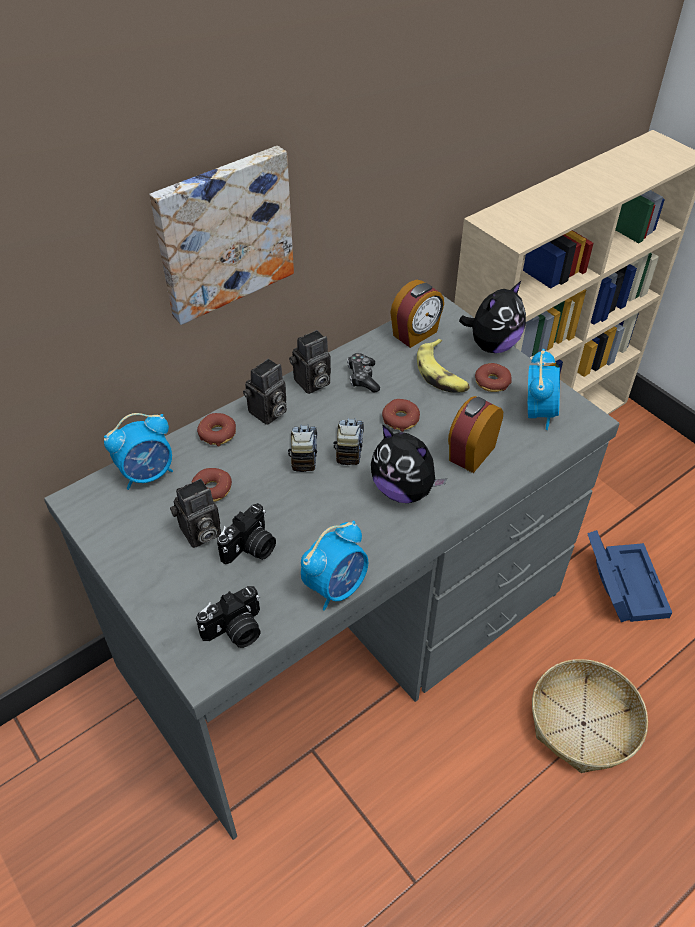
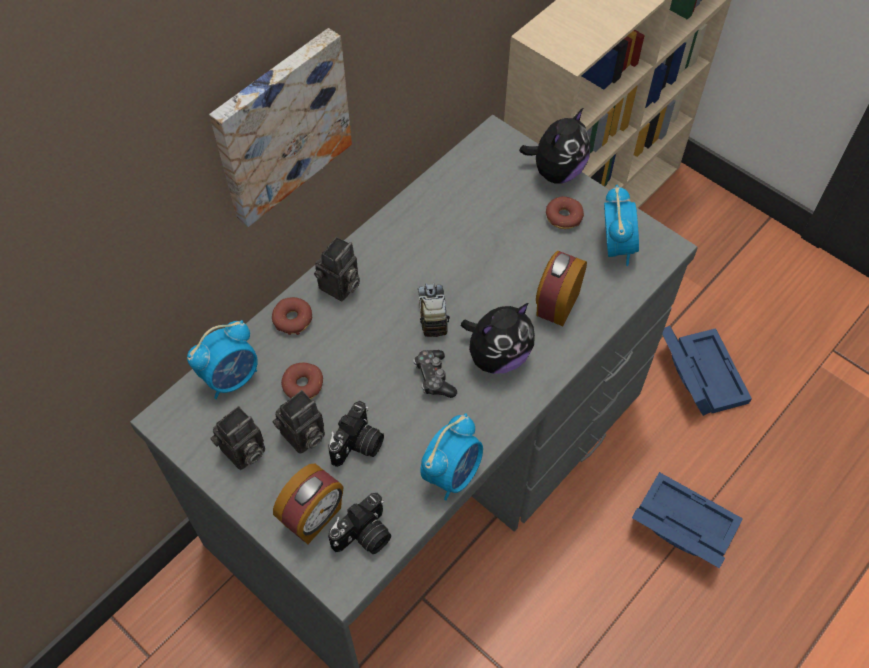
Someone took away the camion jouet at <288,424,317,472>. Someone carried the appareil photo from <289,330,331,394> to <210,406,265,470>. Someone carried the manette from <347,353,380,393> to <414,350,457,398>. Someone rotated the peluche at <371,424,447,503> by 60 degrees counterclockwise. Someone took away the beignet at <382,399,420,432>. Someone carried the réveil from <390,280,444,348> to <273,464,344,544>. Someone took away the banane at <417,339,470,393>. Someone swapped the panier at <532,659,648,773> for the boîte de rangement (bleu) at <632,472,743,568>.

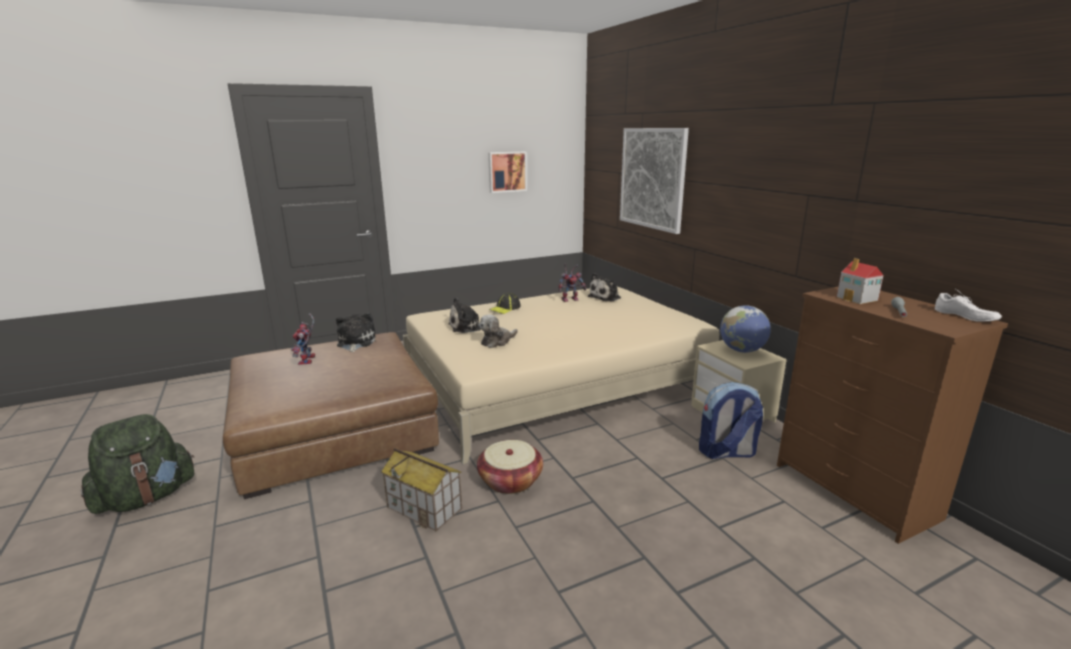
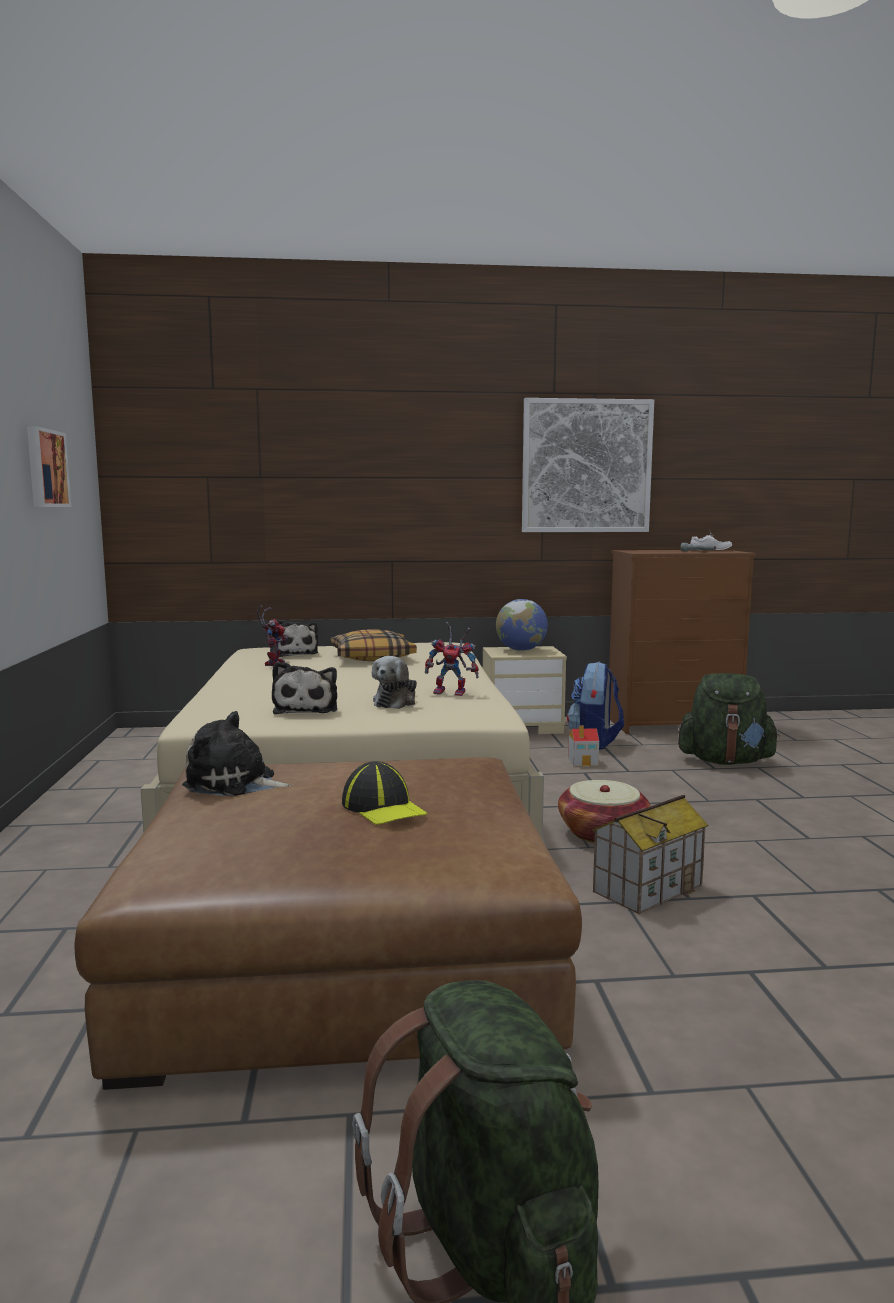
Someone carried the robot jouet from <291,313,315,365> to <425,622,479,696>. Someone rotated the peluche at <480,314,518,348> by 45 degrees clockwise. Someone carried the casquette from <489,292,521,314> to <342,761,428,825>. Someone carried the tableau from <620,128,689,234> to <522,398,654,532>. Someone carried the maison miniature from <837,258,884,304> to <568,725,599,766>. Someone put down the coussin at <330,629,417,661>. Someone put down the sac à dos (vert) at <678,673,780,765>.

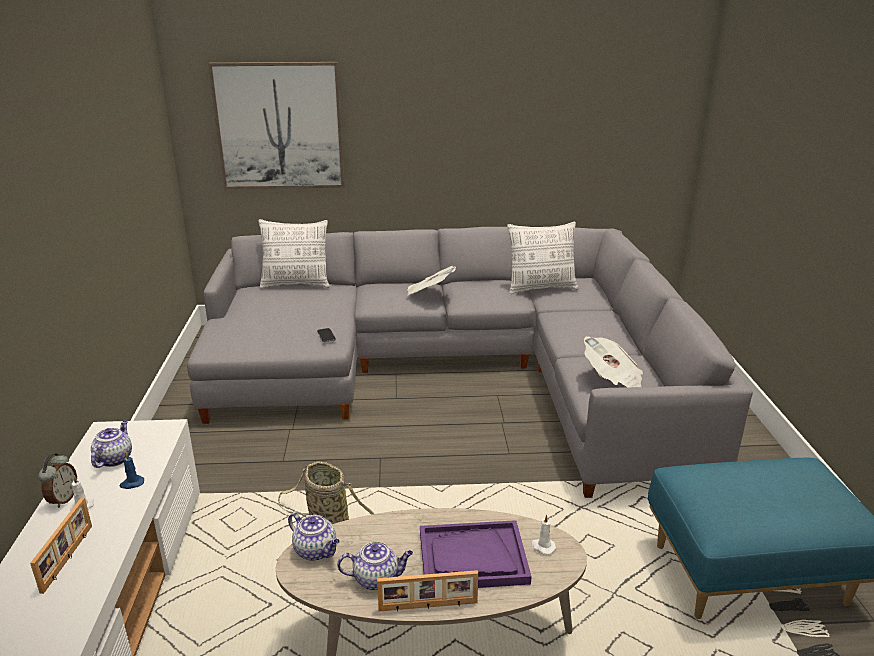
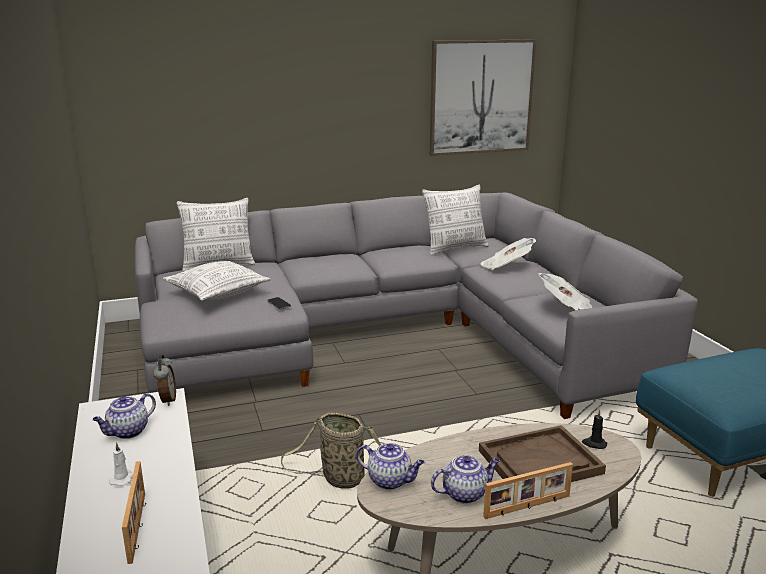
Someone carried the réveil from <38,453,77,508> to <153,355,176,406>. Someone rotated the théière at <91,421,132,468> by 135 degrees counterclockwise. Someone took away the bougie (bleu) at <120,452,144,489>. Someone carried the tableau from <208,62,344,189> to <430,39,536,156>. Someone carried the journal from <407,266,456,296> to <481,238,536,270>. Someone repainted the plateau (violet) at <420,520,532,588>, which became the plateau (marron) at <479,425,606,482>. Someone repainted the bougie (blanc) at <531,514,556,555>, which became the bougie (noir) at <582,410,607,449>. Someone put down the coussin at <163,261,271,301>.

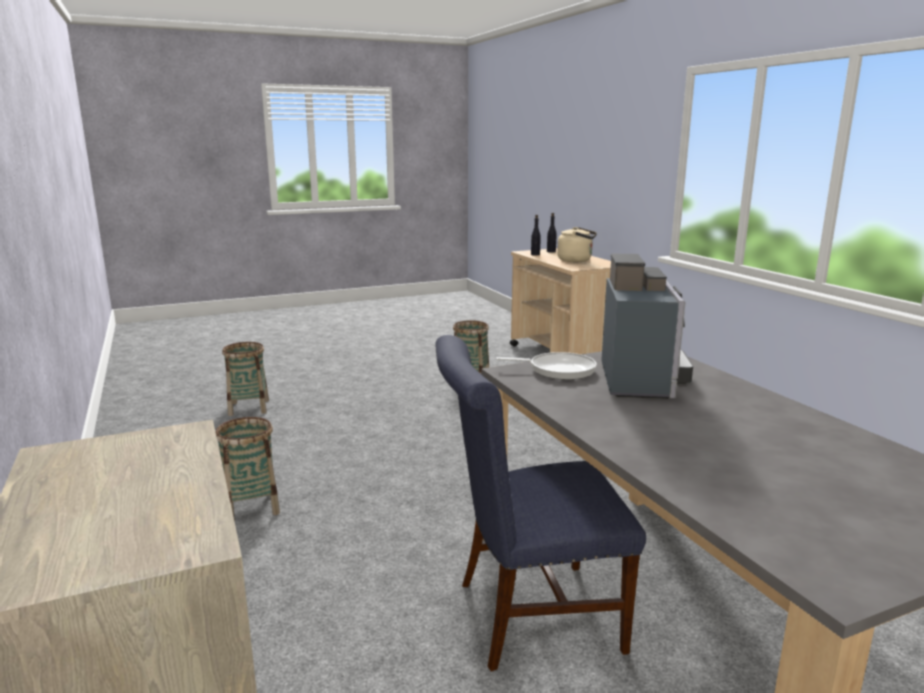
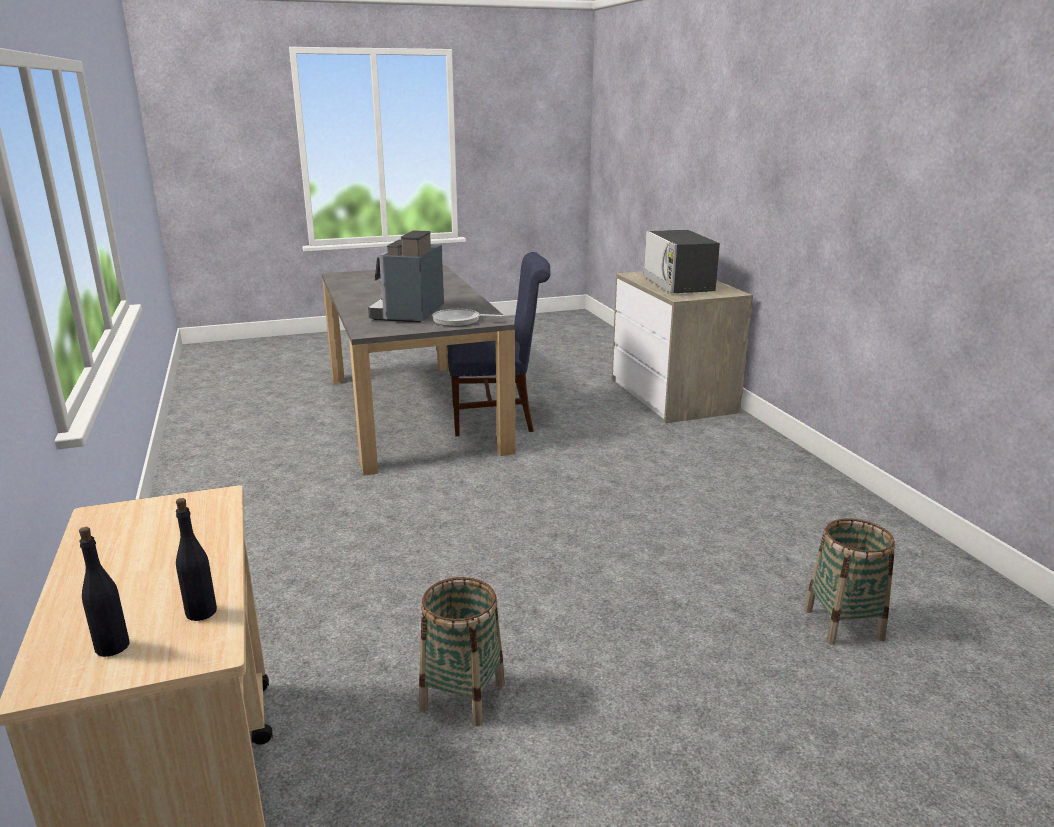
Someone took away the panier at <216,417,280,521>. Someone took away the bouilloire (beige) at <557,227,597,262>. Someone put down the micro-ondes at <643,230,720,294>.

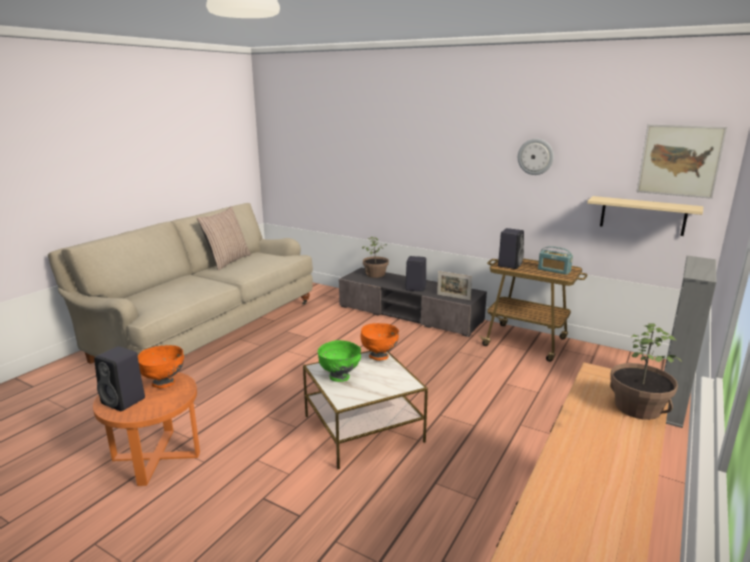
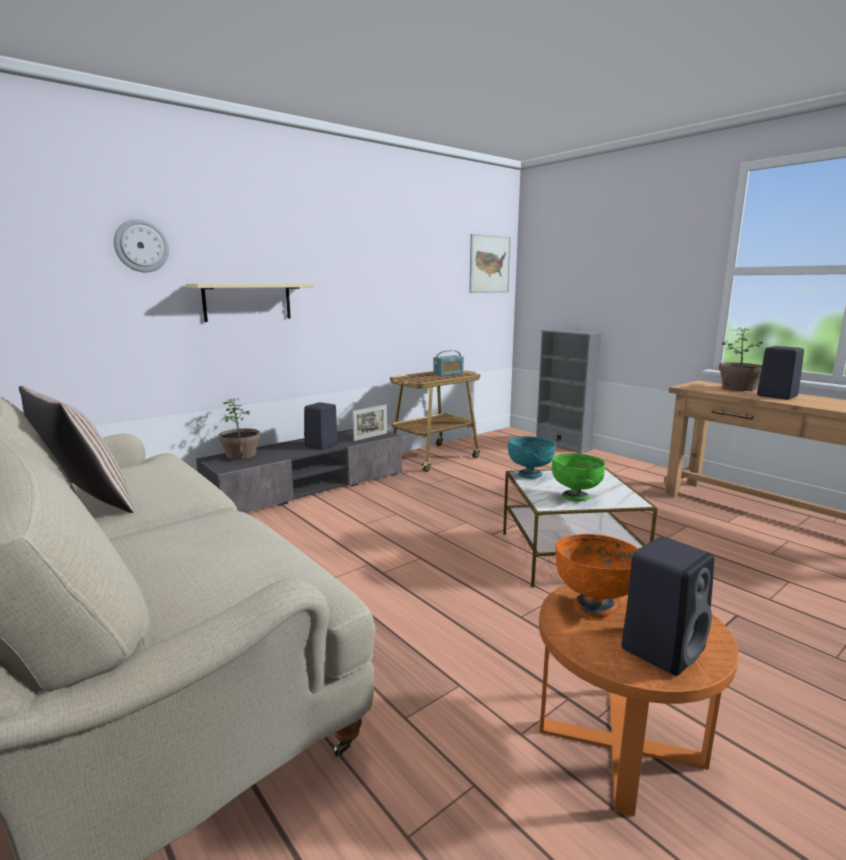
Someone repainted the bol (orange) at <360,323,399,361>, which became the bol (turquoise) at <508,436,556,479>. Someone carried the enceinte (noir) from <498,228,524,269> to <757,346,804,400>. Someone carried the horloge murale from <518,139,554,175> to <114,219,169,272>. Someone carried the étagère (beige) from <587,196,703,236> to <186,284,314,322>.

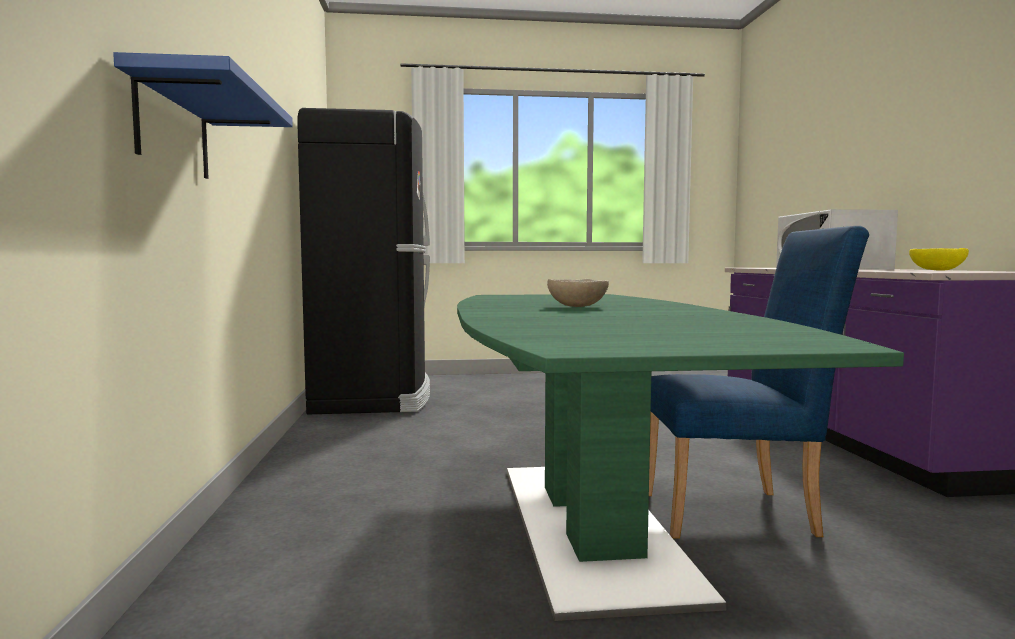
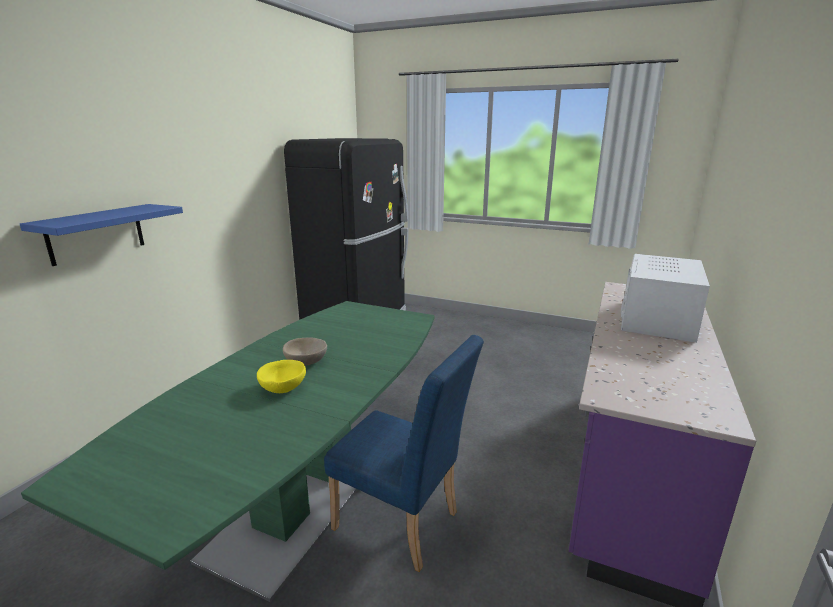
Someone carried the bol (jaune) from <909,248,969,271> to <257,360,306,393>.

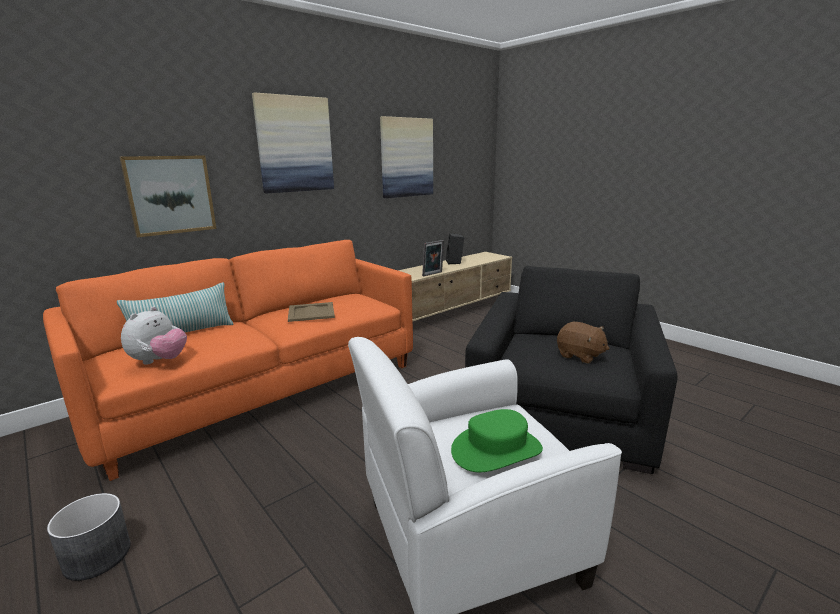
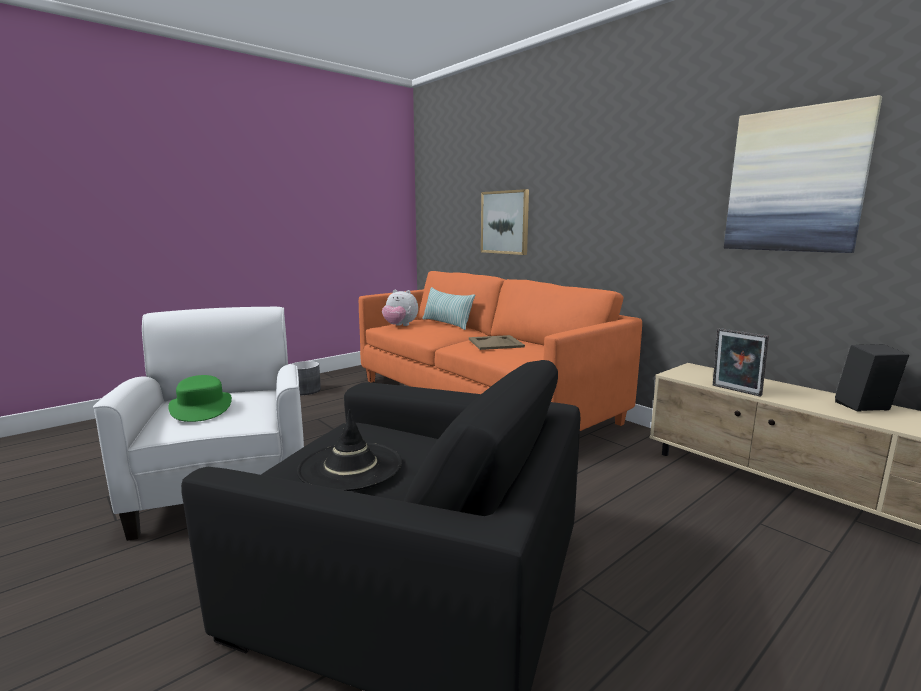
Someone took away the tableau at <252,92,334,193>. Someone swapped the peluche (marron) at <557,322,610,364> for the chapeau (noir) at <297,408,402,491>.

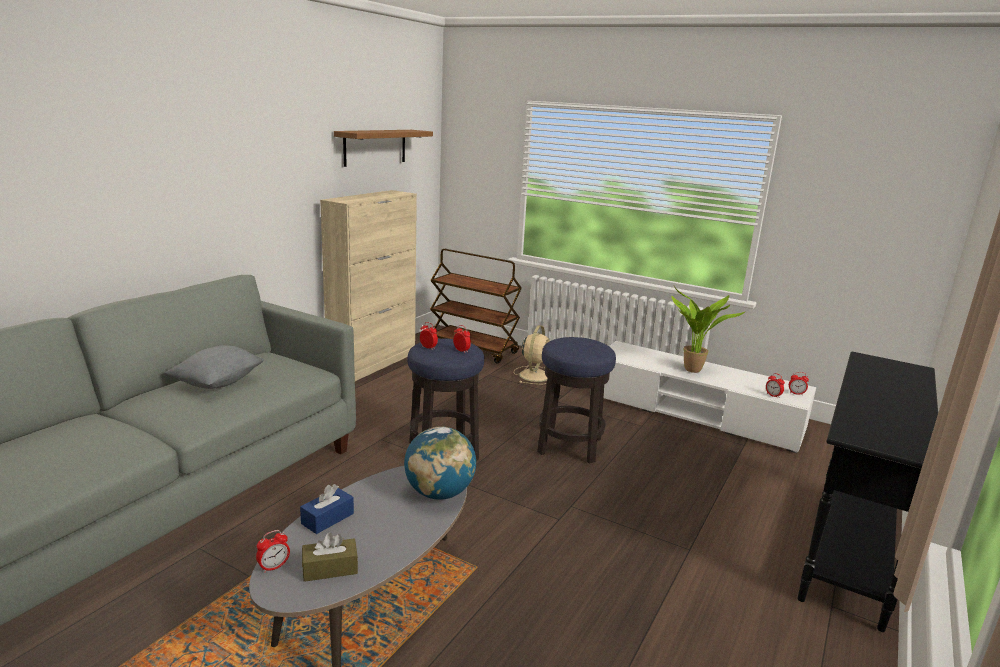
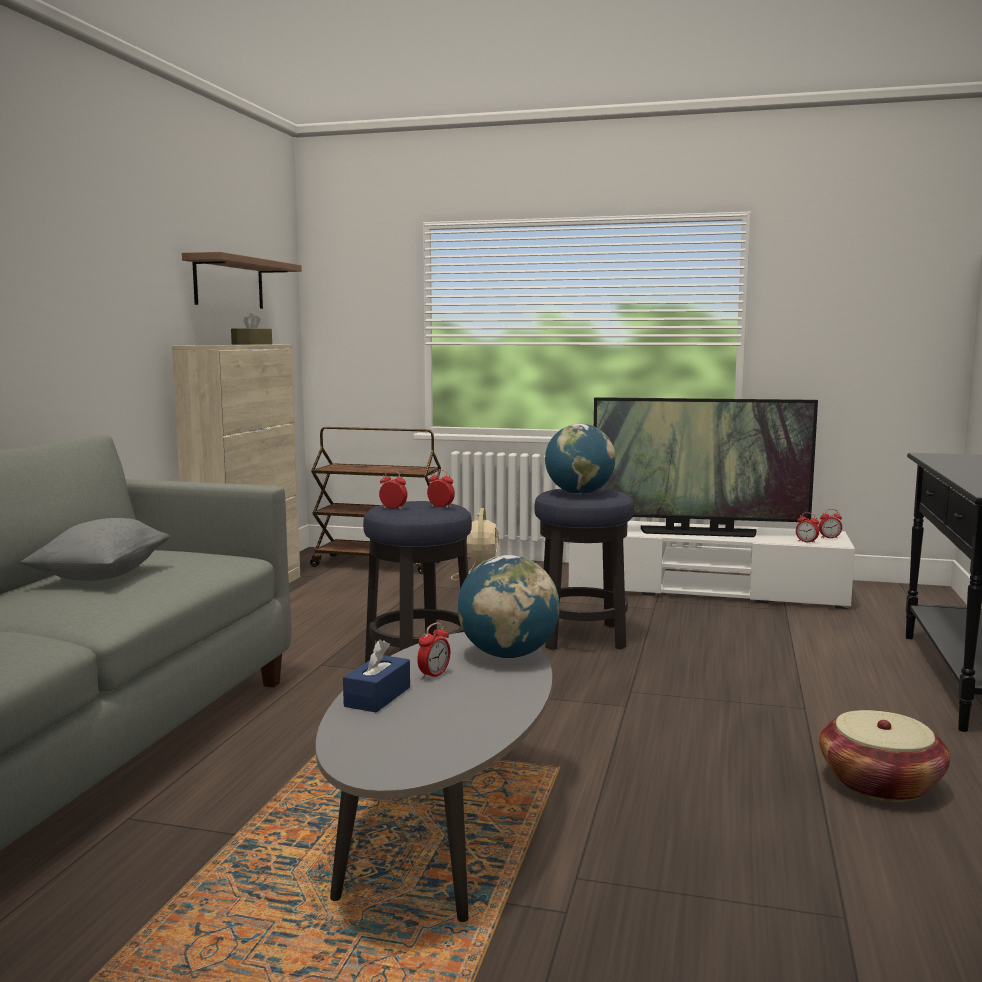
Someone carried the réveil from <256,530,290,573> to <417,622,450,680>. Someone carried the boîte à mouchoirs (marron) from <302,533,358,582> to <231,313,272,345>. Someone swapped the plante en pot at <671,286,745,373> for the téléviseur at <594,397,818,537>. Someone put down the globe at <545,424,616,494>. Someone put down the panier at <819,710,950,802>.

